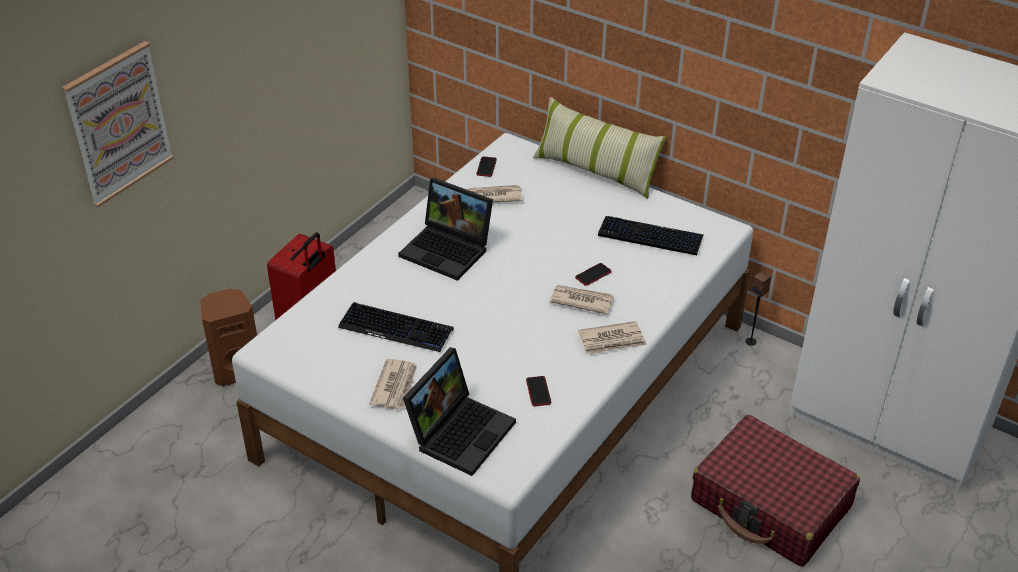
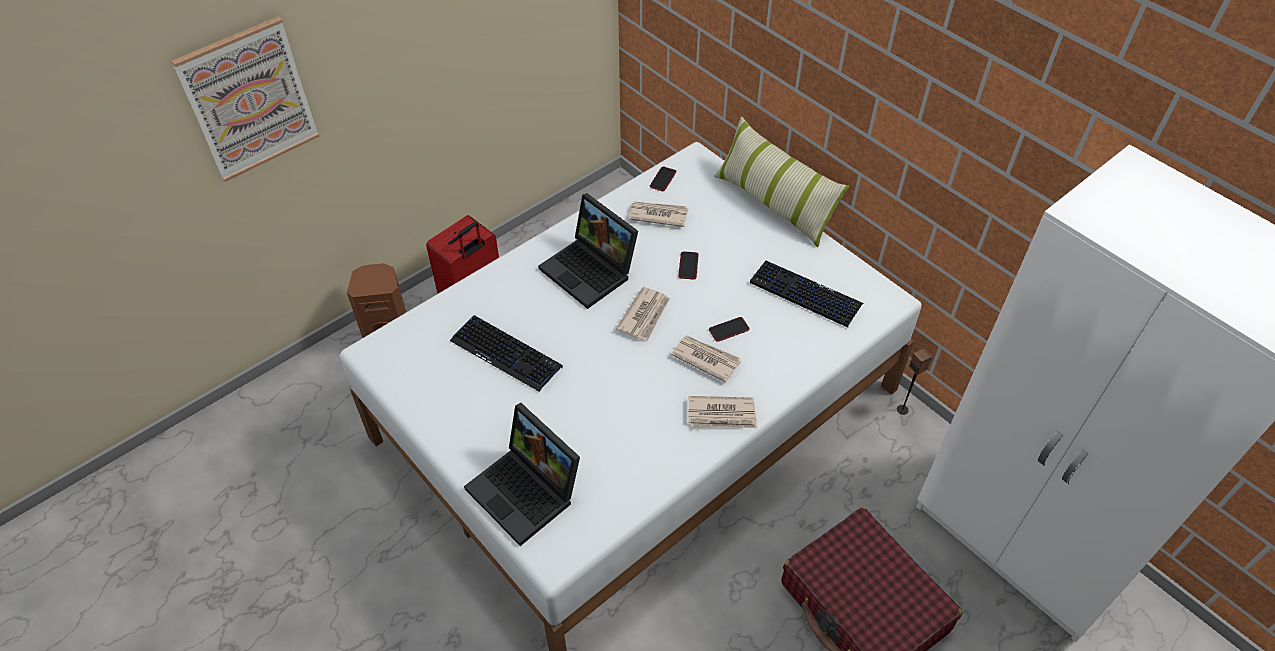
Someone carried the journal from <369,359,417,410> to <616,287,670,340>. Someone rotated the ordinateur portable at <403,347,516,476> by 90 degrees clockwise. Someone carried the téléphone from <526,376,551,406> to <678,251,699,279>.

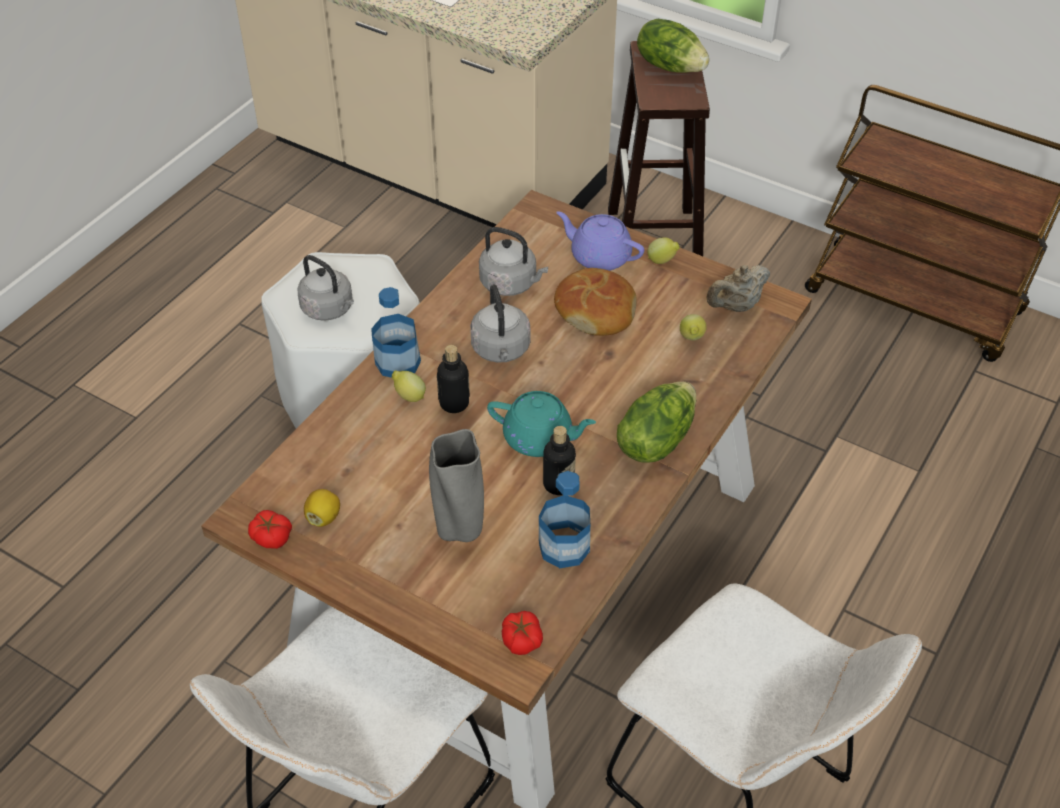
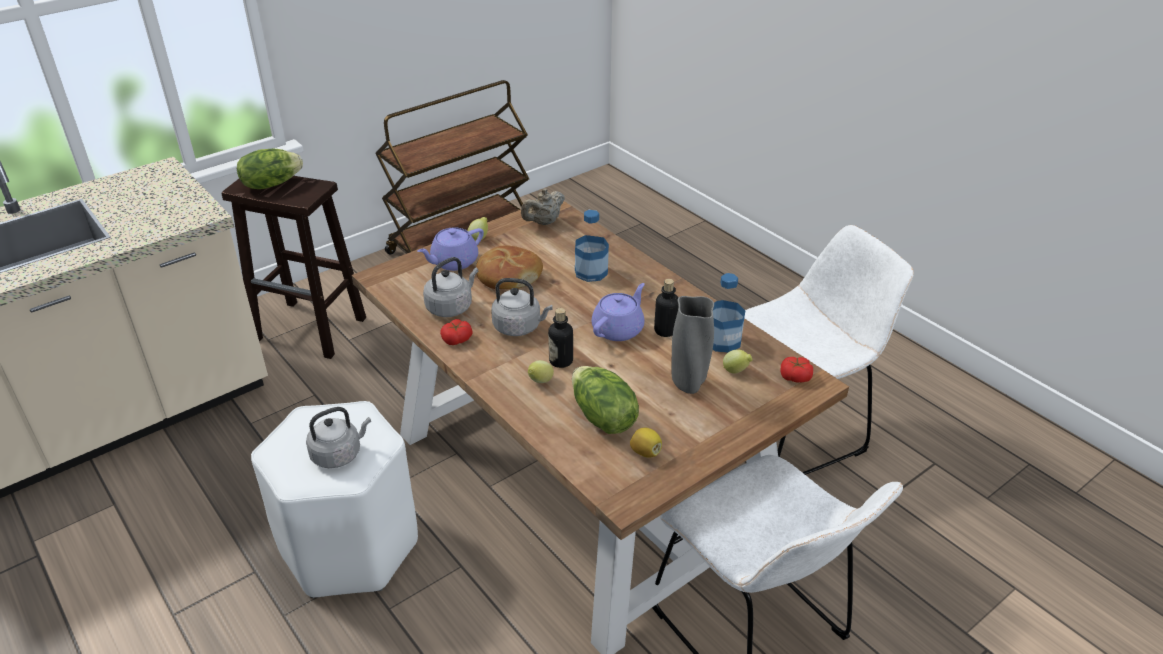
Someone carried the tomate from <248,510,292,549> to <440,319,473,345>. Someone carried the bouteille from <371,287,421,378> to <575,210,609,282>. Someone repainted the théière (turquoise) at <487,391,596,457>, which became the théière (violet) at <591,283,645,341>. Someone carried the laitue from <617,382,696,463> to <572,366,639,434>. Someone carried the citron from <680,314,707,341> to <723,350,753,374>. Someone rotated the théière (beige) at <707,265,770,312> by 60 degrees clockwise.

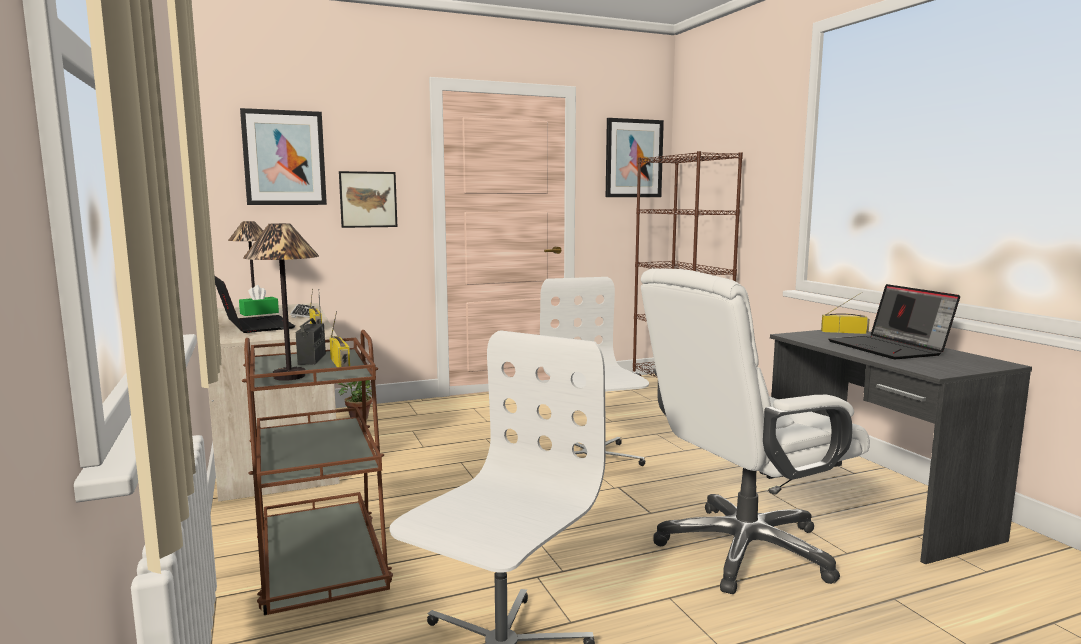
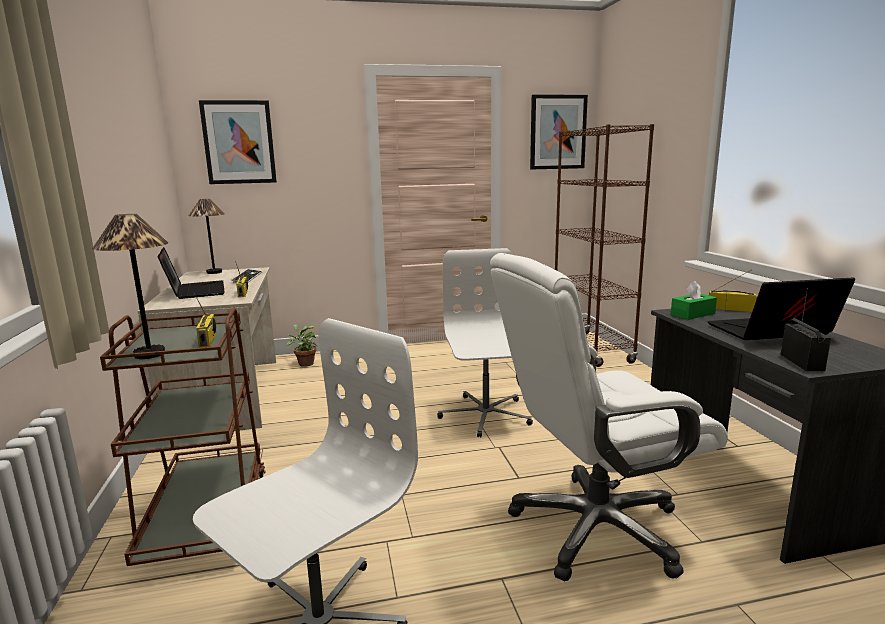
Someone carried the boîte à mouchoirs (vert) from <239,285,279,316> to <671,281,717,320>. Someone carried the radio from <296,289,326,365> to <781,288,831,371>. Someone took away the tableau at <339,171,397,228>. Someone rotated the ordinateur portable at <829,284,960,359> by 90 degrees clockwise.

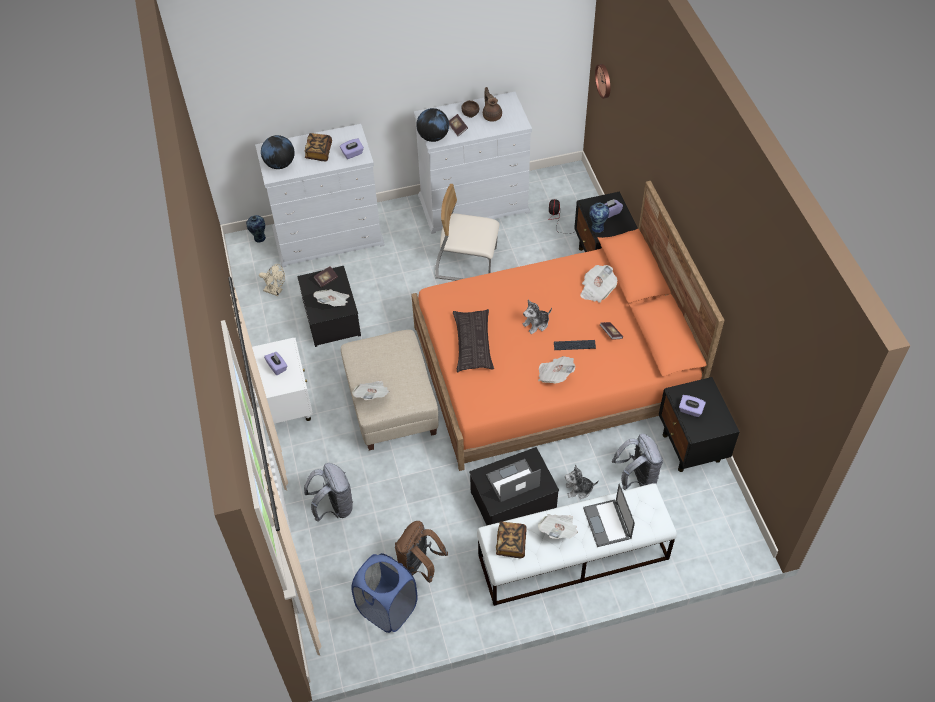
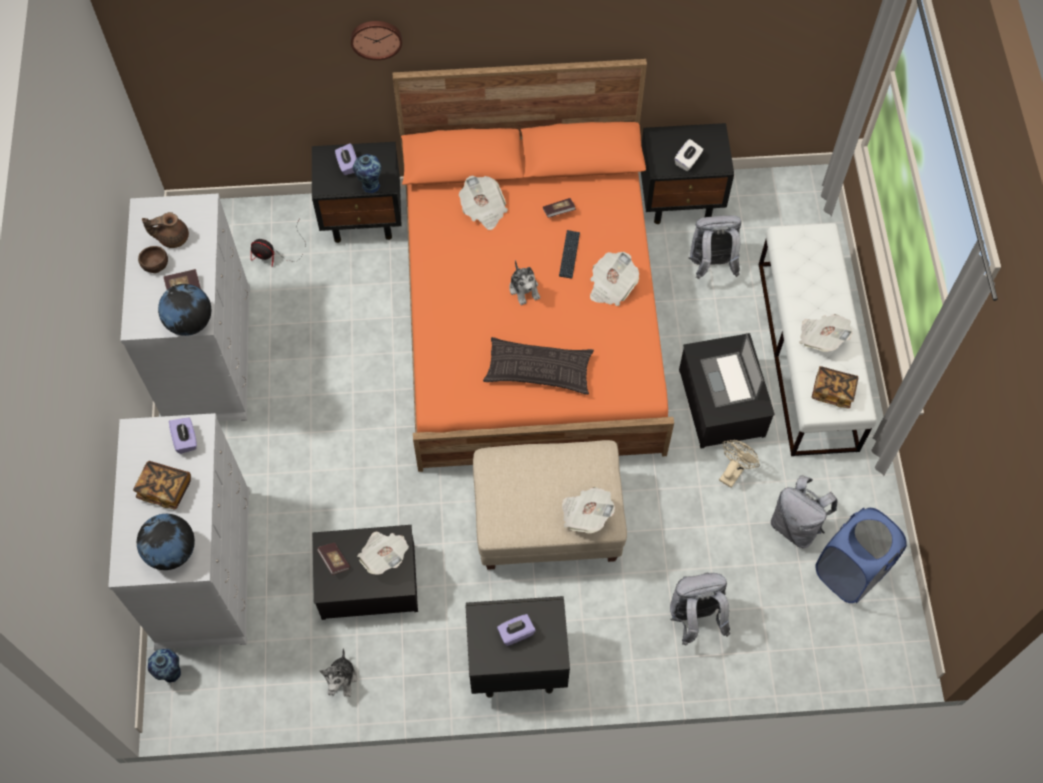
Someone repainted the table de chevet (blanc) at <252,338,313,426>, which became the table de chevet (noir) at <466,596,570,698>. Someone carried the ventilateur (beige) from <259,264,285,296> to <719,440,760,488>. Someone repainted the sac à dos (marron) at <395,521,448,583>, which became the sac à dos (gris) at <771,475,837,548>. Someone took away the chaise (beige) at <435,184,500,281>. Someone carried the peluche from <565,464,599,499> to <320,648,357,697>. Someone took away the ordinateur portable at <583,483,635,547>. Someone carried the horloge murale from <595,64,610,99> to <351,21,402,60>. Someone repainted the boîte à mouchoirs (violet) at <679,395,706,417>, which became the boîte à mouchoirs (blanc) at <675,139,703,171>.

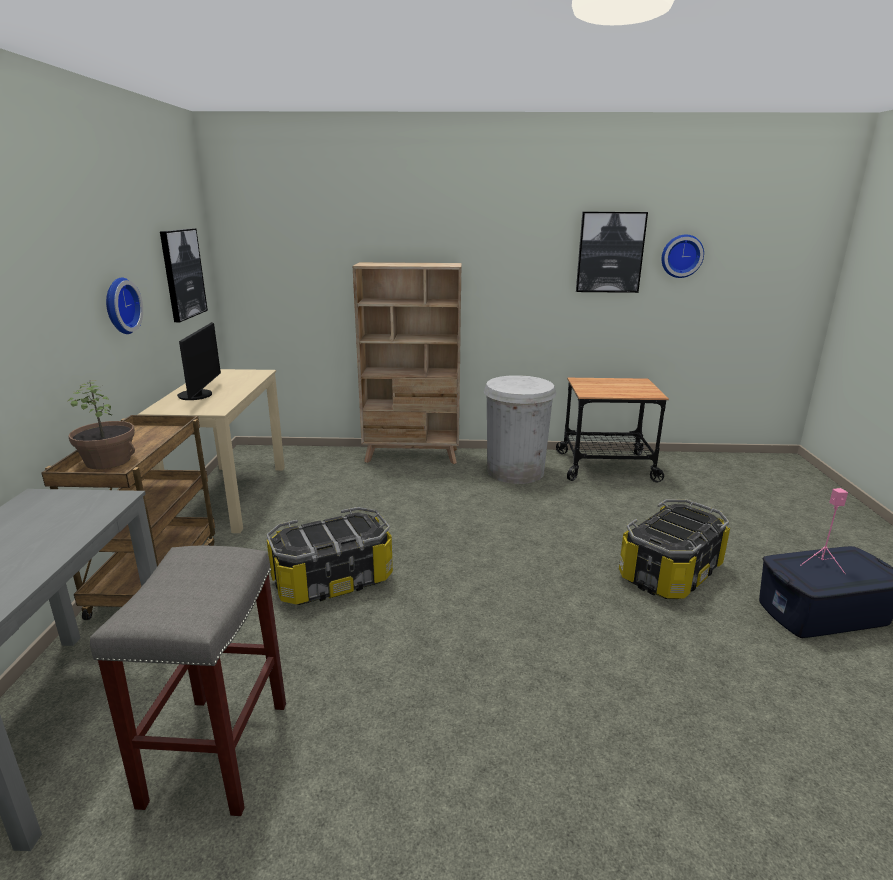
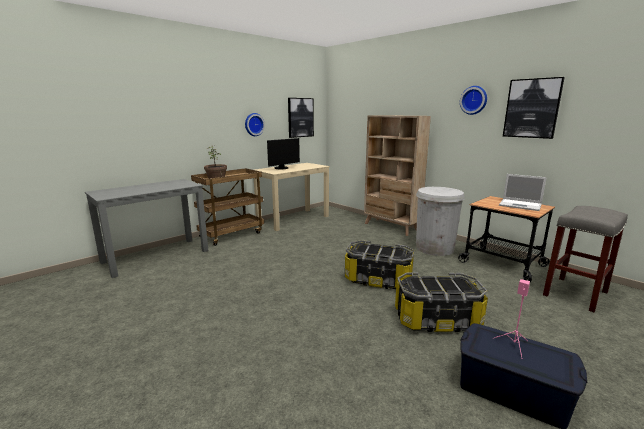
Someone carried the tabouret (gris) from <90,546,286,816> to <543,206,628,312>. Someone carried the boîte de rangement from <266,507,393,605> to <345,240,414,289>. Someone carried the horloge murale from <661,234,704,278> to <460,86,487,115>. Someone put down the ordinateur portable at <499,174,547,211>.

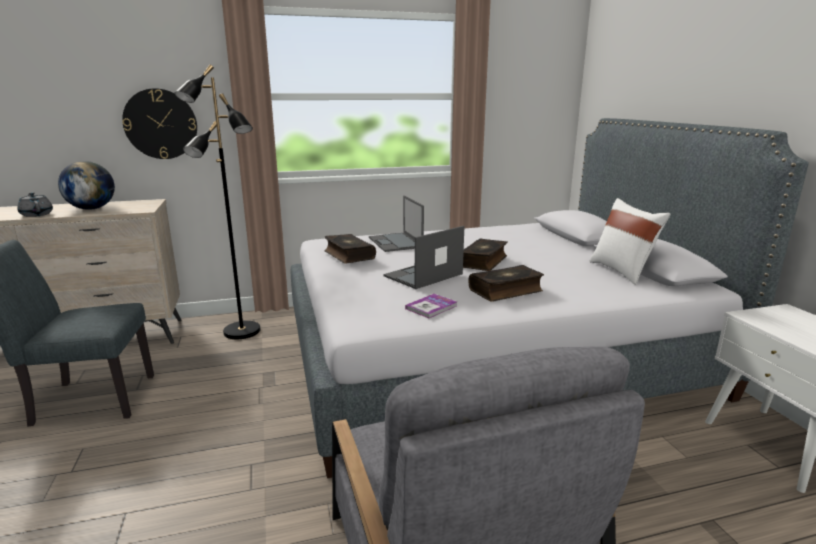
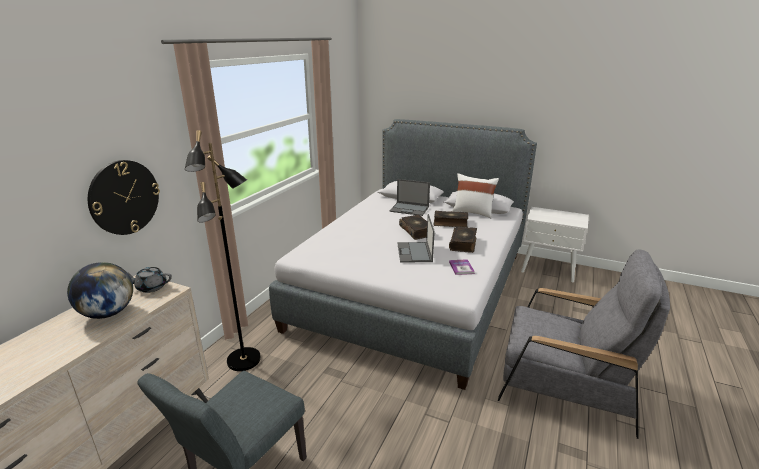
Someone carried the théière (gris) from <17,192,53,217> to <127,267,172,293>. Someone carried the livre from <324,234,376,264> to <434,211,468,227>. Someone carried the ordinateur portable from <369,196,424,252> to <389,179,430,216>.

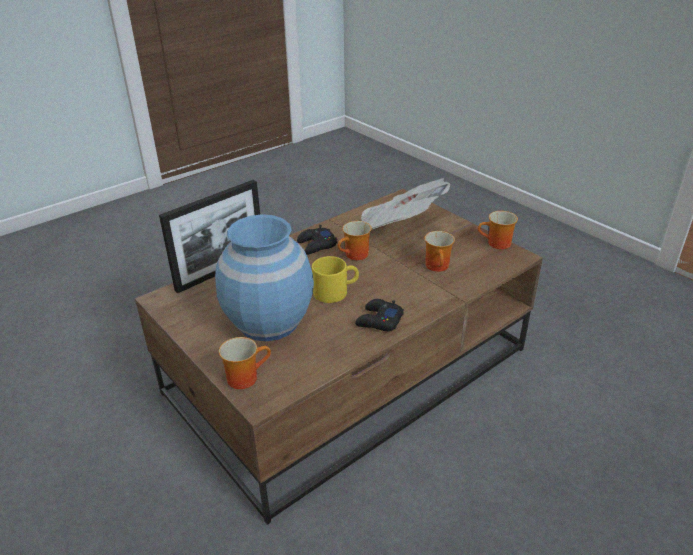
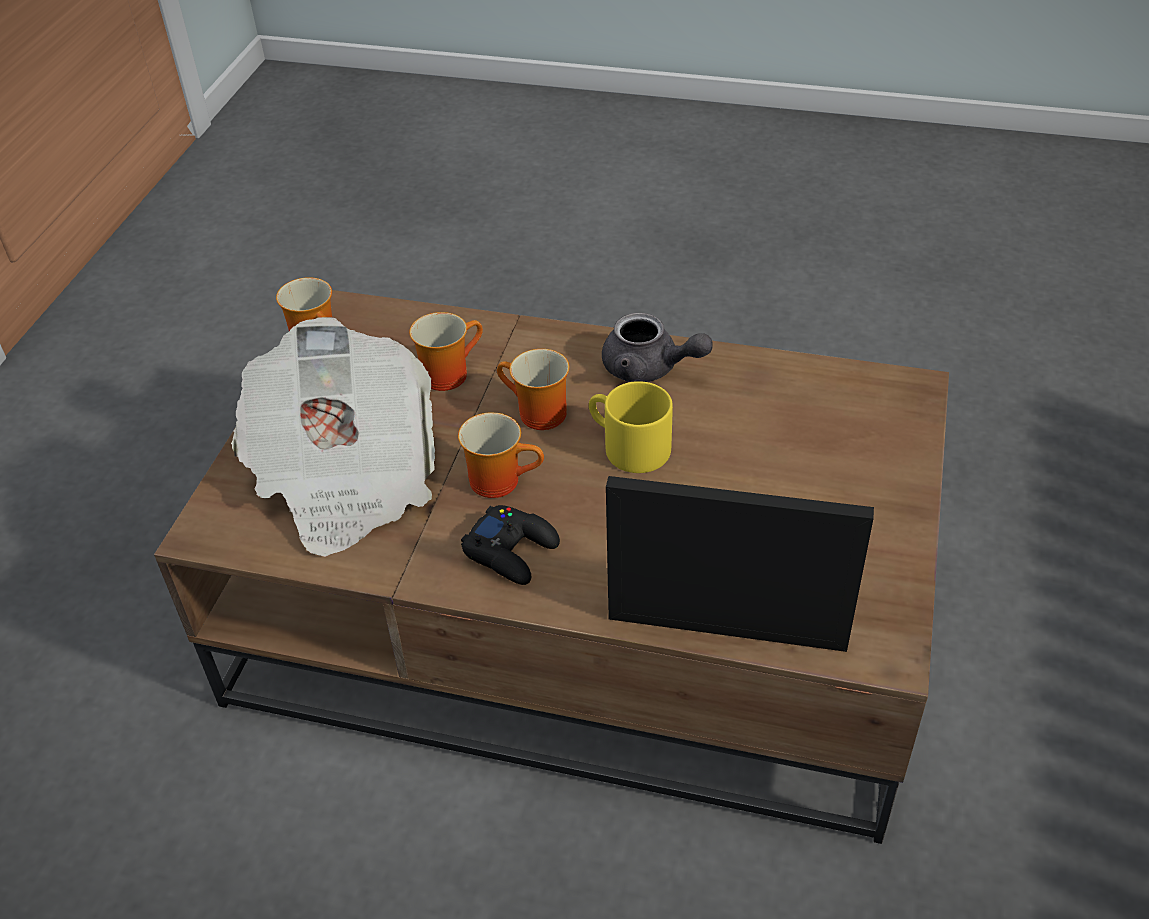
Someone took away the vase (bleu) at <215,214,314,341>. Someone carried the mug from <219,337,271,389> to <497,349,569,430>. Someone swapped the manette (noir) at <355,299,404,331> for the théière (gris) at <602,313,713,382>.

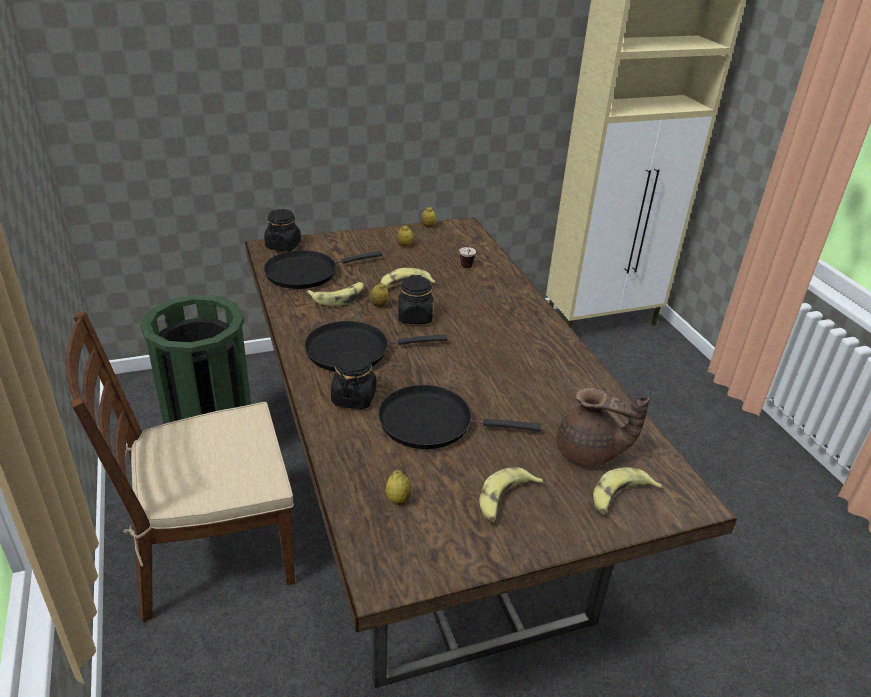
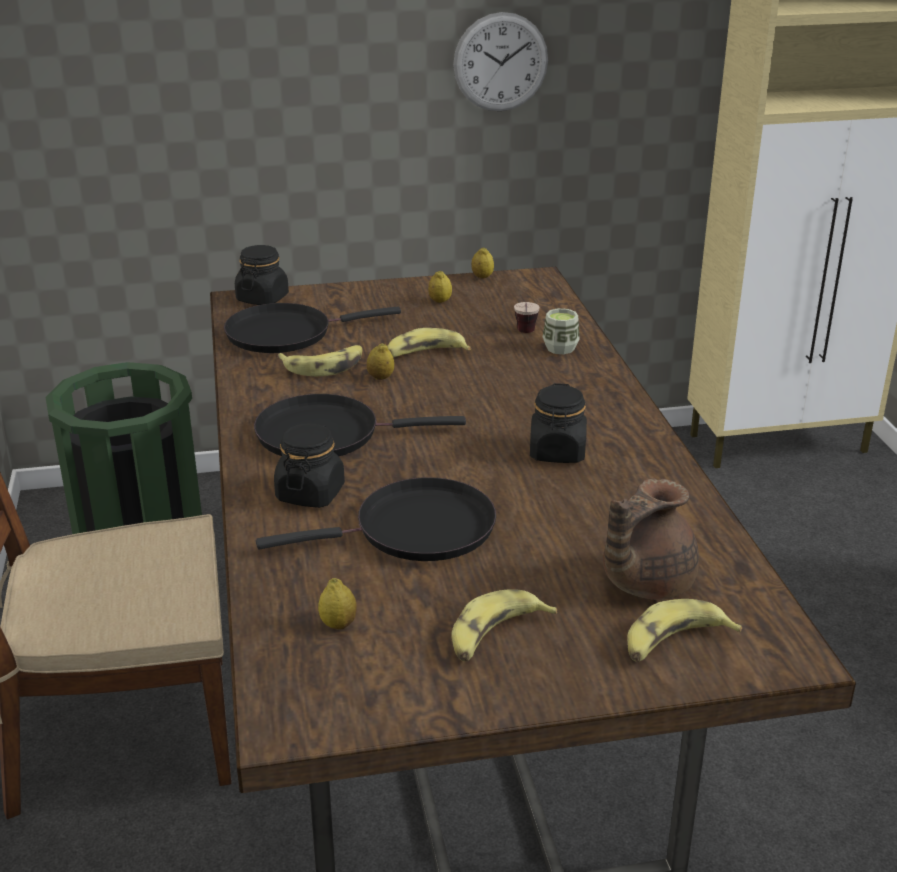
Someone rotated the poêle (noir) at <378,385,541,449> by 150 degrees clockwise. Someone carried the bocal (noir) from <398,275,433,324> to <530,383,587,463>. Someone rotated the théière (marron) at <557,388,650,466> by 105 degrees clockwise. Someone put up the horloge murale at <453,12,548,111>. Someone put down the tasse at <543,308,580,354>.

